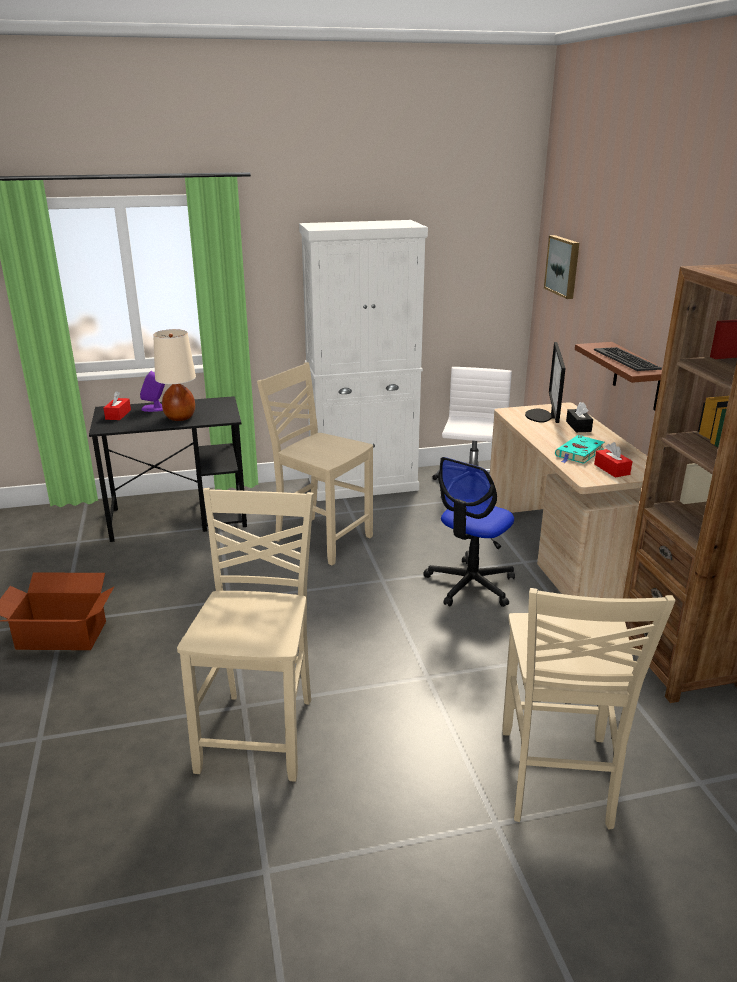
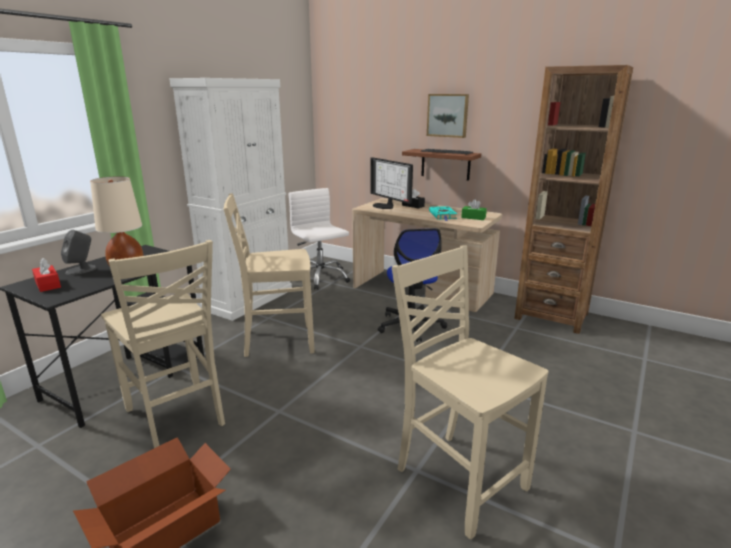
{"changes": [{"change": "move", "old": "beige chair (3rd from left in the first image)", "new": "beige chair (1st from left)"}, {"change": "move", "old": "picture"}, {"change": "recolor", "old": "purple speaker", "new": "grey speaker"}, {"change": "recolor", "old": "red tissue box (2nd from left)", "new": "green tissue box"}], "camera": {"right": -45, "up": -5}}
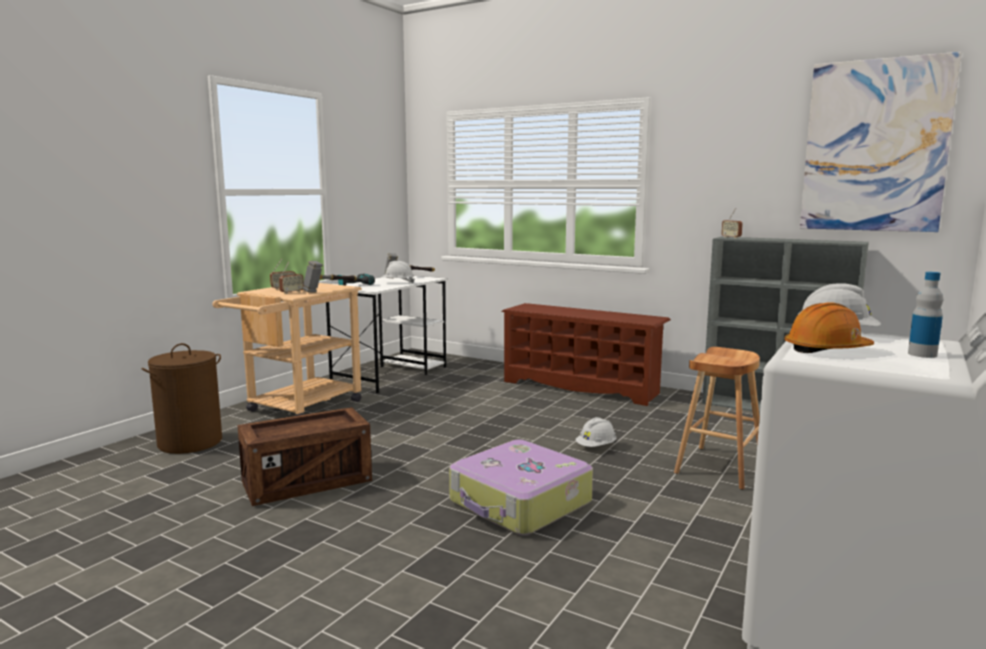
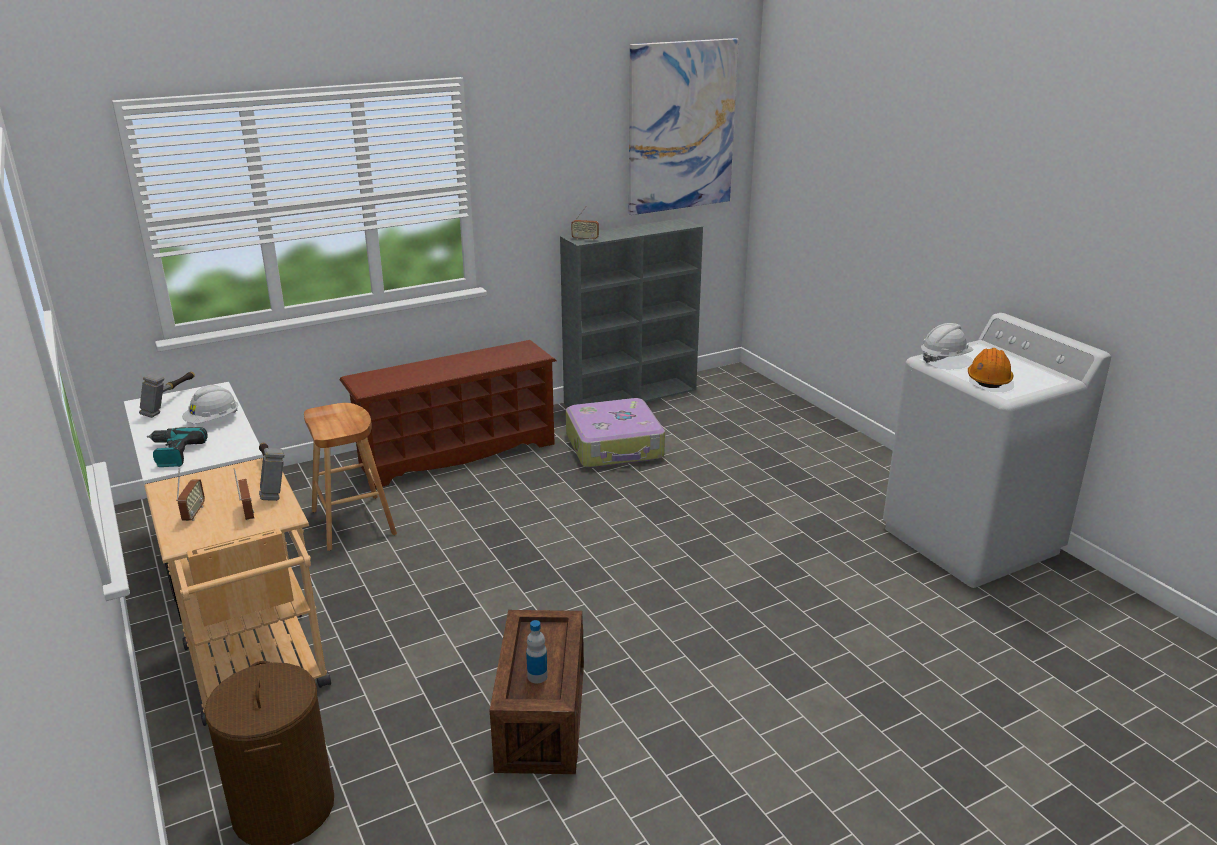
{"changes": [{"change": "delete", "old": "white hard hat (2nd from left)"}, {"change": "move", "old": "suitcase"}, {"change": "move", "old": "brown stool"}, {"change": "move", "old": "bottle"}], "camera": {"right": -60, "up": 15}}
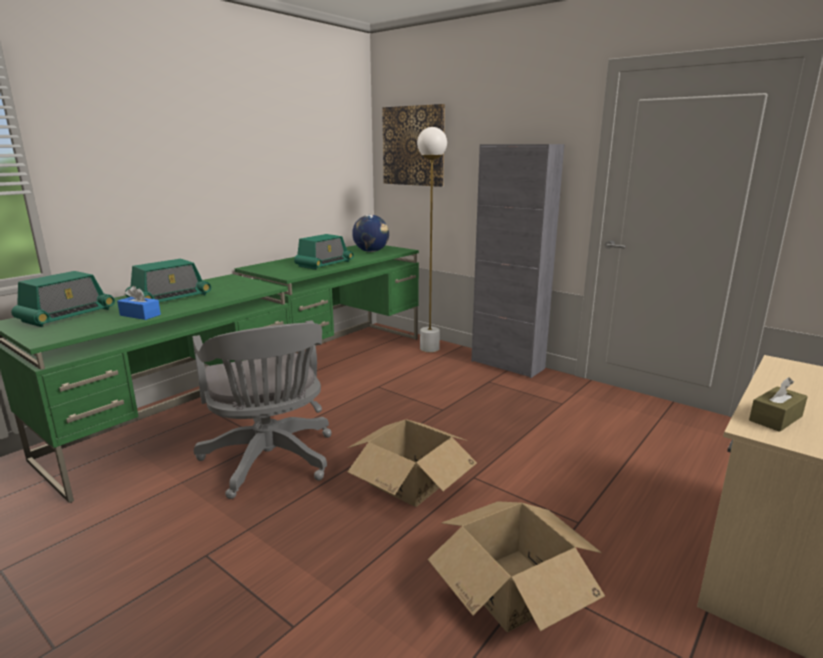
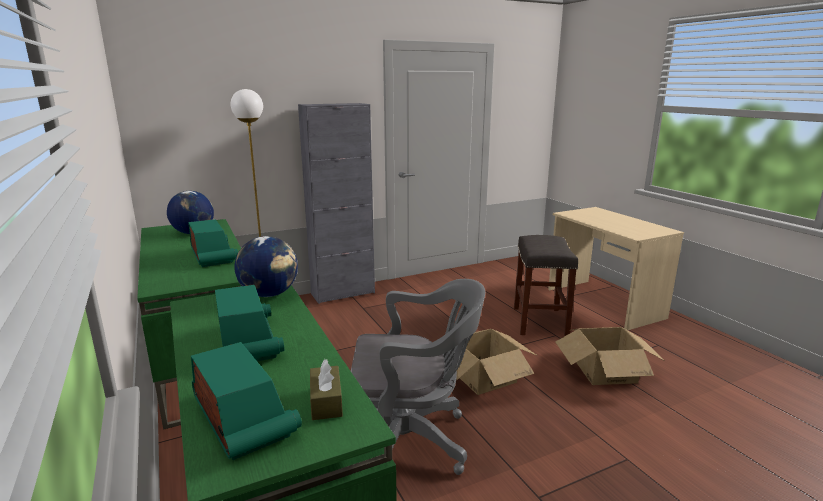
{"changes": [{"change": "delete", "old": "blue tissue box"}, {"change": "delete", "old": "picture"}, {"change": "insert", "new": "globe (2nd from left)"}, {"change": "insert", "new": "grey stool"}, {"change": "move", "old": "brown tissue box"}], "camera": {"right": -65, "up": 0}}
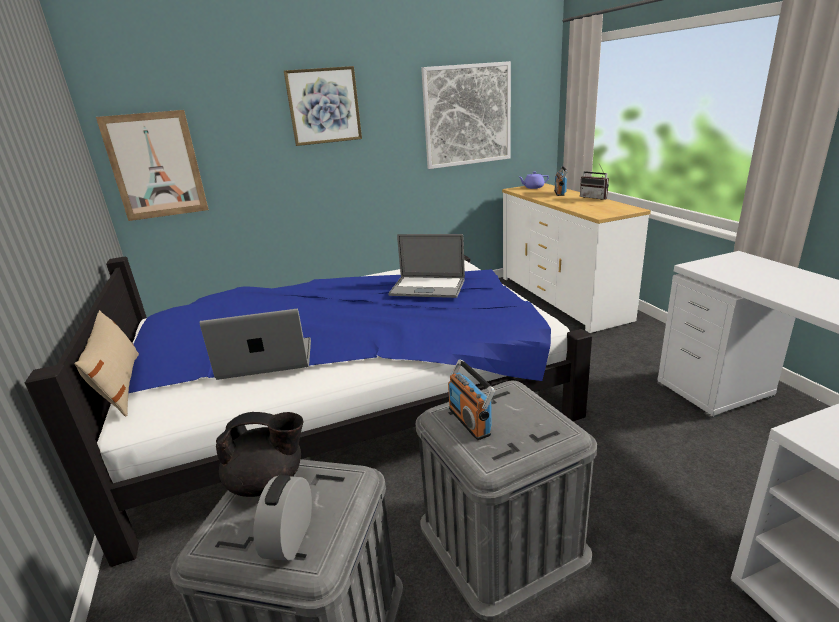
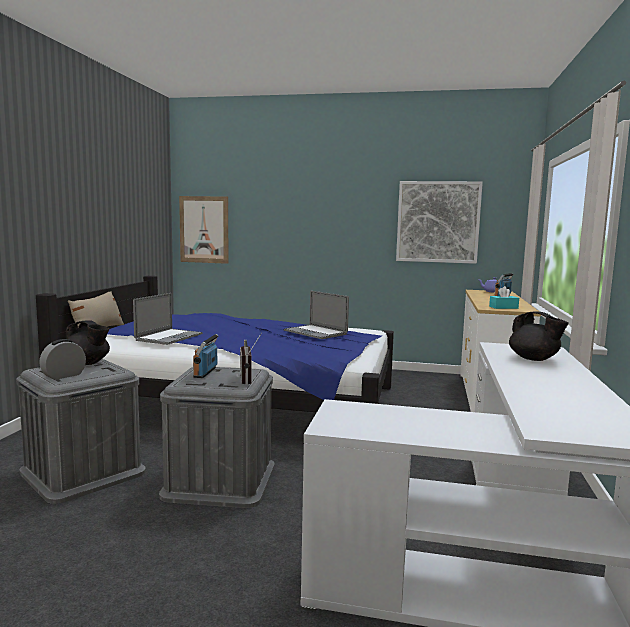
{"changes": [{"change": "delete", "old": "picture (2nd from left)"}, {"change": "insert", "new": "turquoise tissue box"}, {"change": "insert", "new": "black teapot (2nd from left)"}, {"change": "move", "old": "radio (3rd from left in the first image)", "new": "radio (2nd from left)"}, {"change": "rotate", "old": "laptop (1st from left)", "degrees": 90}], "camera": {"right": 30, "up": -15}}
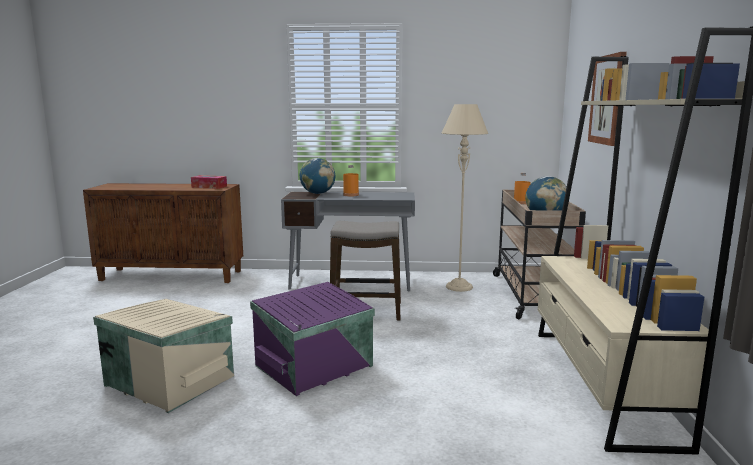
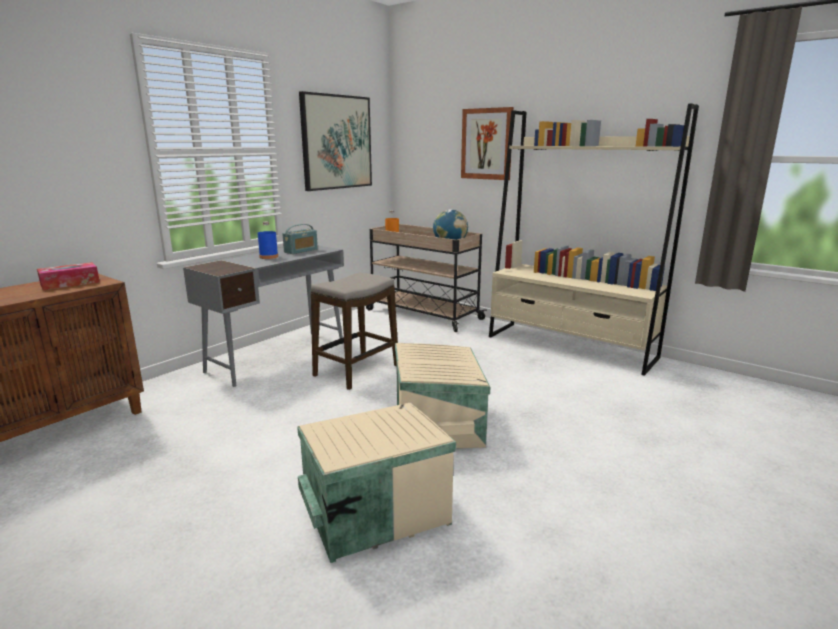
{"changes": [{"change": "delete", "old": "globe (1st from left)"}, {"change": "delete", "old": "beige floor lamp"}, {"change": "insert", "new": "radio"}, {"change": "insert", "new": "picture (1st from left)"}, {"change": "recolor", "old": "purple storage box", "new": "beige storage box (2nd from left)"}, {"change": "recolor", "old": "orange bottle (1st from left)", "new": "blue bottle"}], "camera": {"right": -55, "up": 5}}
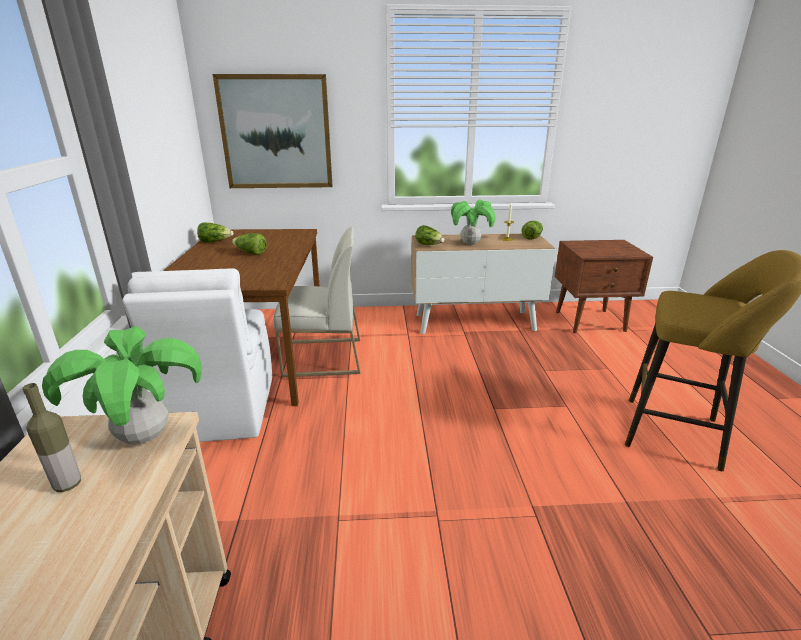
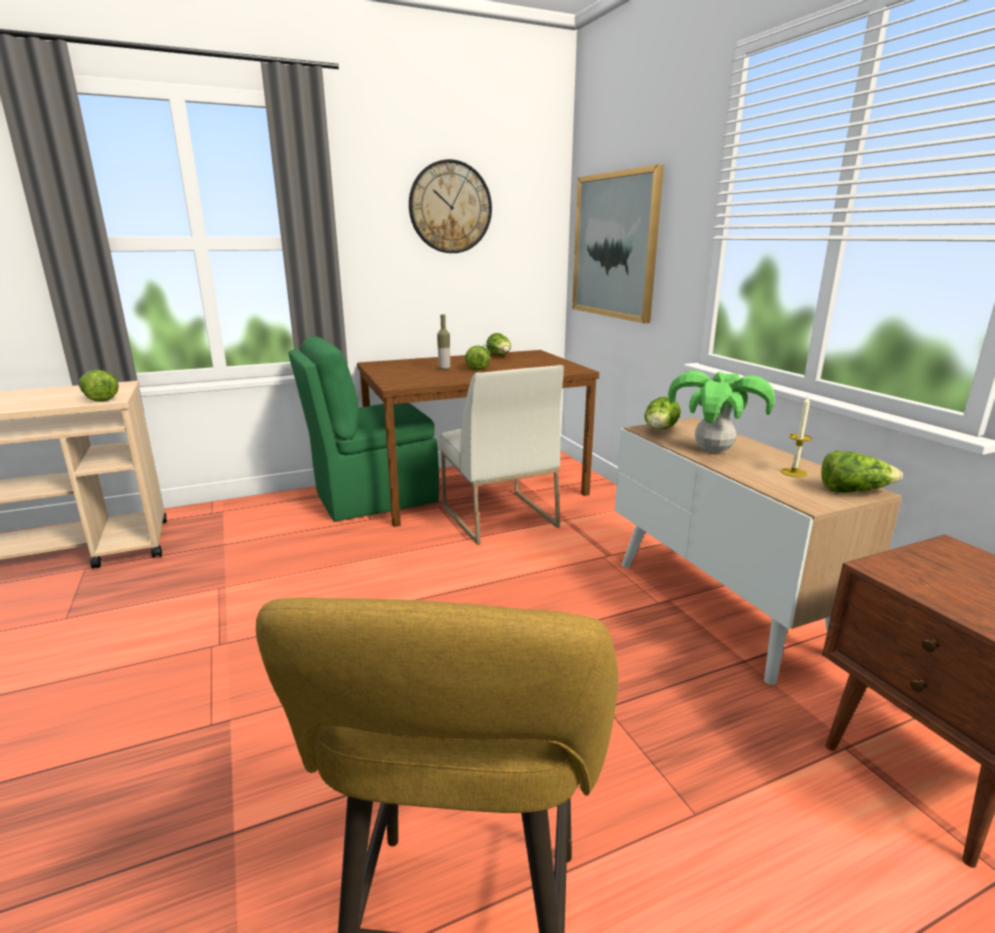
{"changes": [{"change": "insert", "new": "wall clock"}, {"change": "move", "old": "bottle"}, {"change": "replace", "old": "potted plant (1st from left)", "new": "lettuce (1st from left)"}, {"change": "recolor", "old": "white chair (1st from left)", "new": "green chair"}], "camera": {"right": 70, "up": -5}}
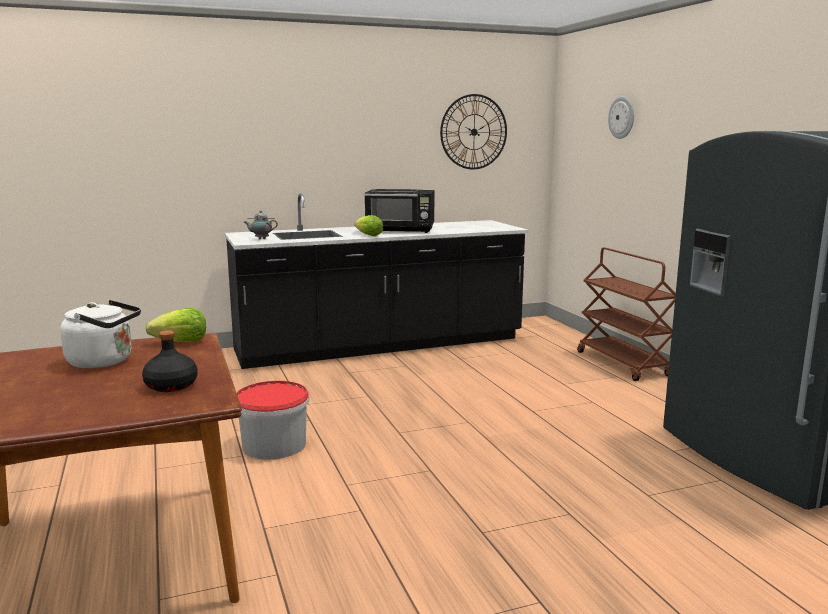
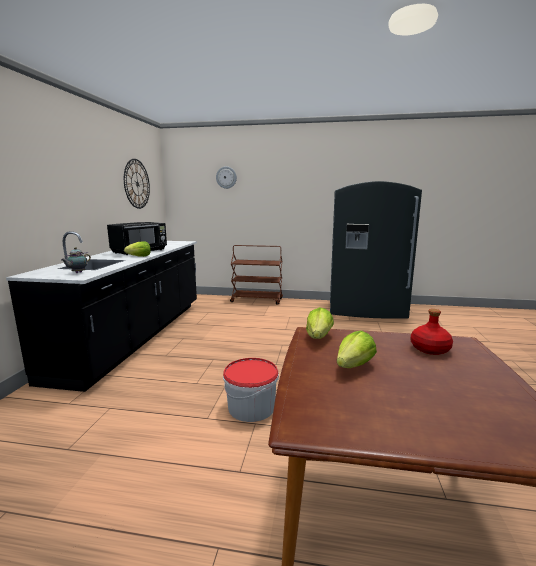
{"changes": [{"change": "replace", "old": "white kettle", "new": "lettuce (3rd from left)"}, {"change": "recolor", "old": "black bottle", "new": "red bottle"}], "camera": {"right": -60, "up": 0}}
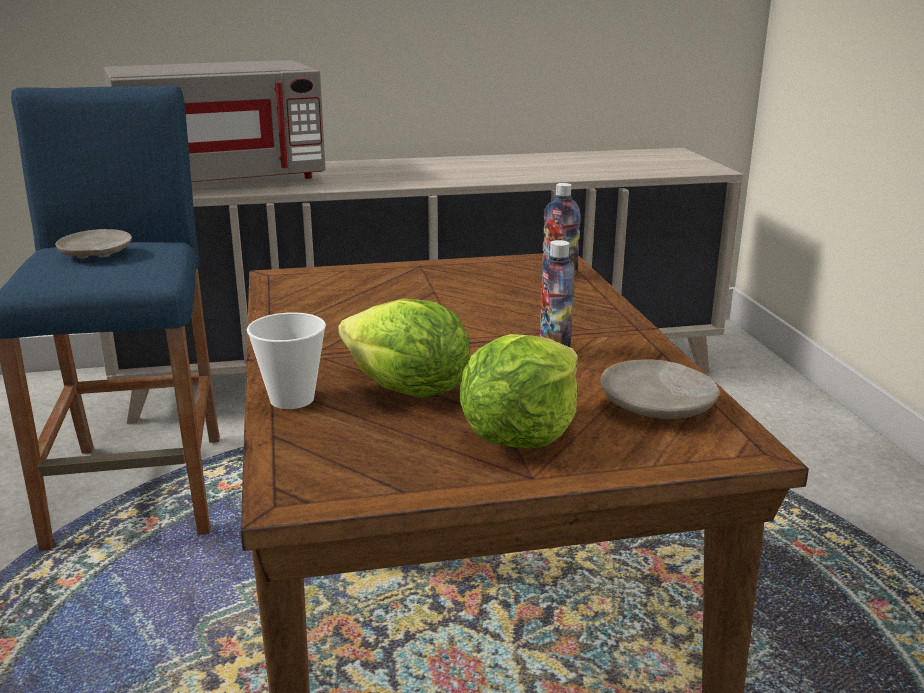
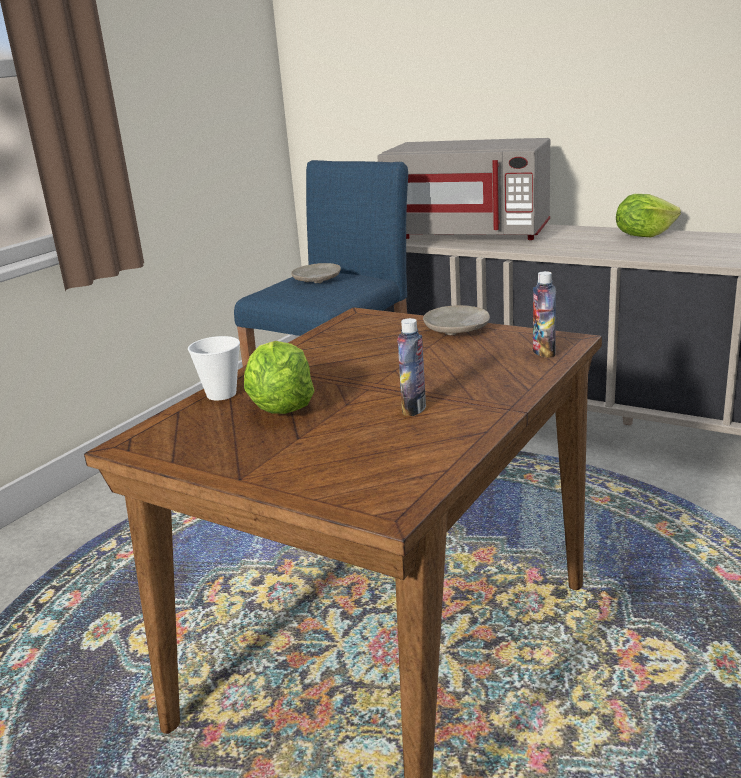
{"changes": [{"change": "move", "old": "lettuce (2nd from left)"}, {"change": "move", "old": "beige plate (2nd from left)"}], "camera": {"right": 45, "up": 0}}
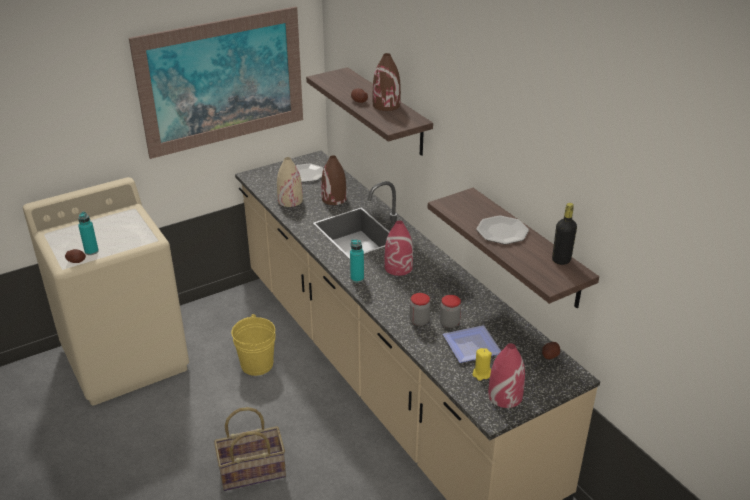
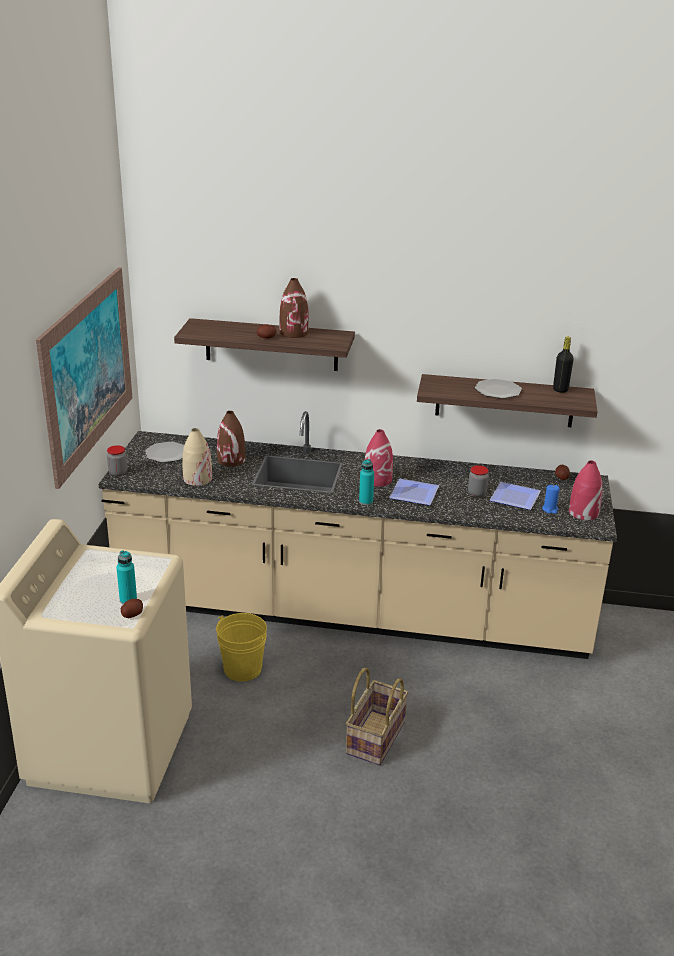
{"changes": [{"change": "insert", "new": "plate (2nd from left)"}, {"change": "move", "old": "jar (1st from left)"}, {"change": "recolor", "old": "yellow candle", "new": "blue candle"}], "camera": {"right": -50, "up": -5}}
